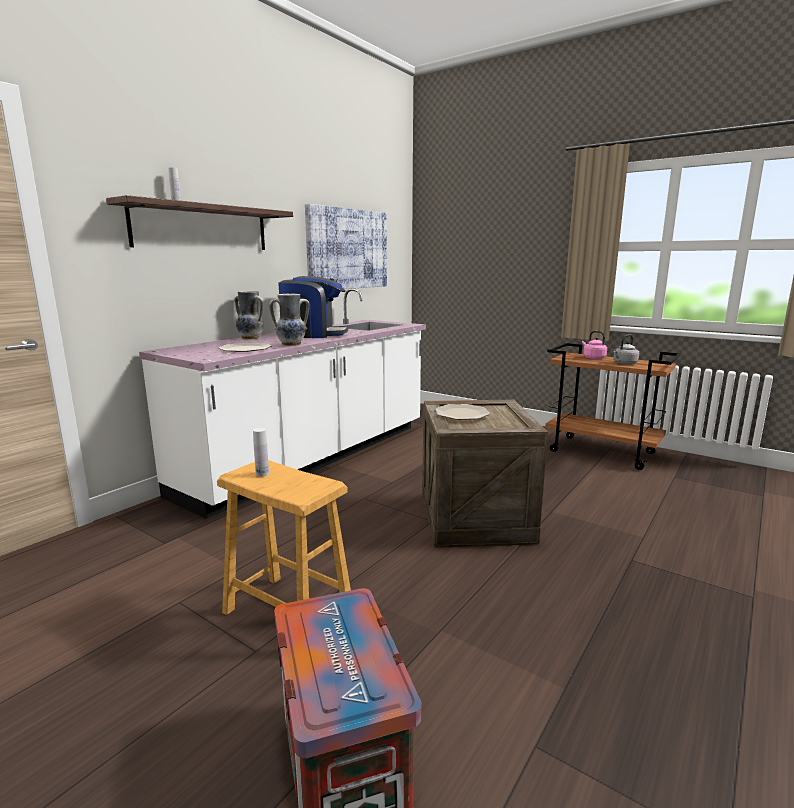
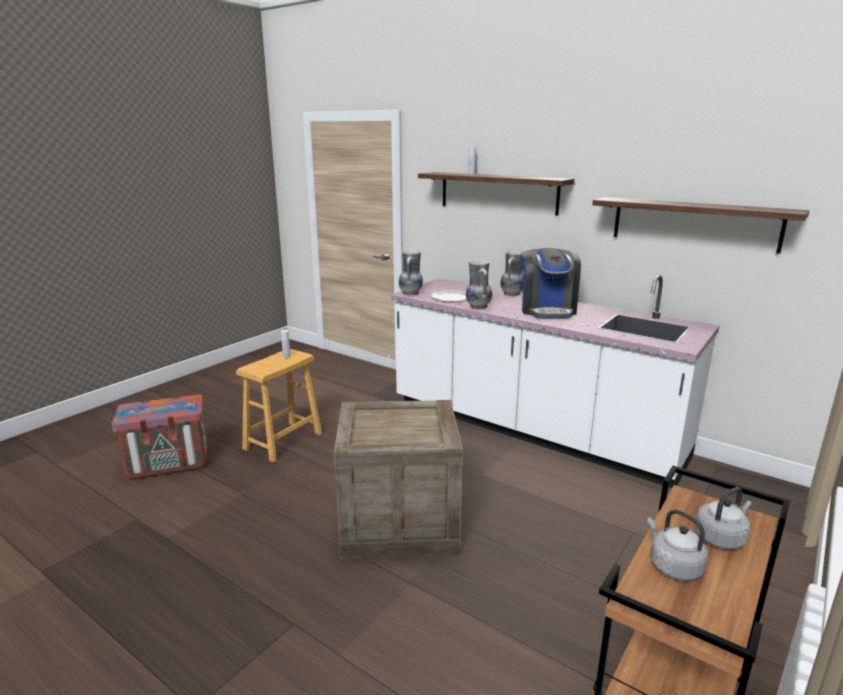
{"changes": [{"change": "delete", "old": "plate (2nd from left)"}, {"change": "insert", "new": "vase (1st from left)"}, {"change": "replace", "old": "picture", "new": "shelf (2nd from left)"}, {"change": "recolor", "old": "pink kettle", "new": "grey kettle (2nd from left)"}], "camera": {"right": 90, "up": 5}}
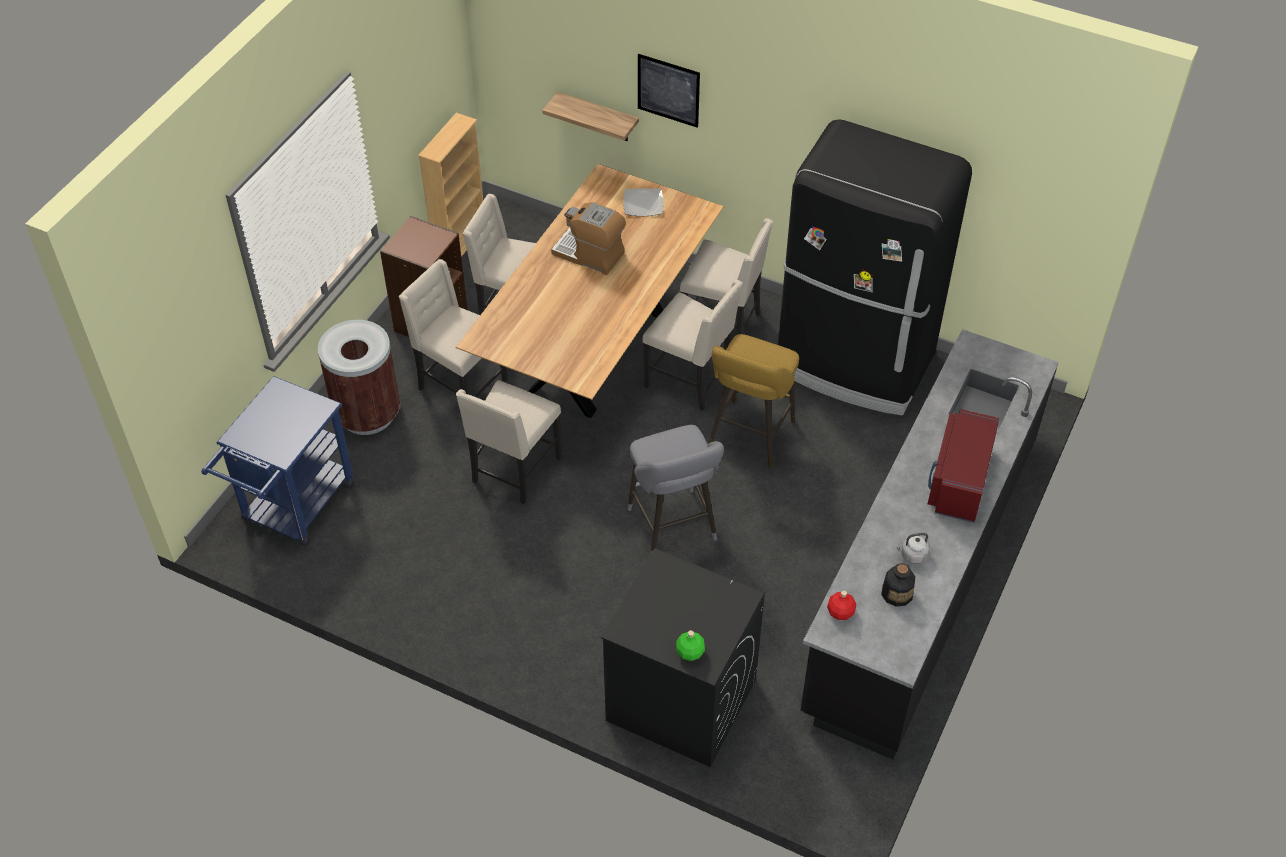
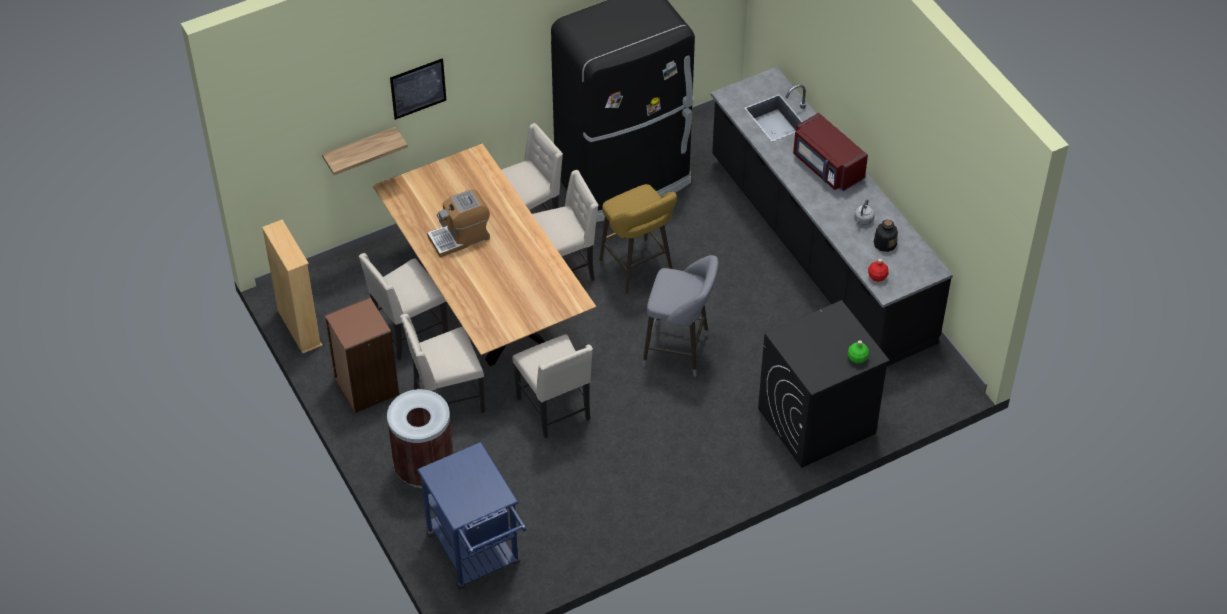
{"changes": [{"change": "delete", "old": "plate"}], "camera": {"right": -55, "up": 0}}
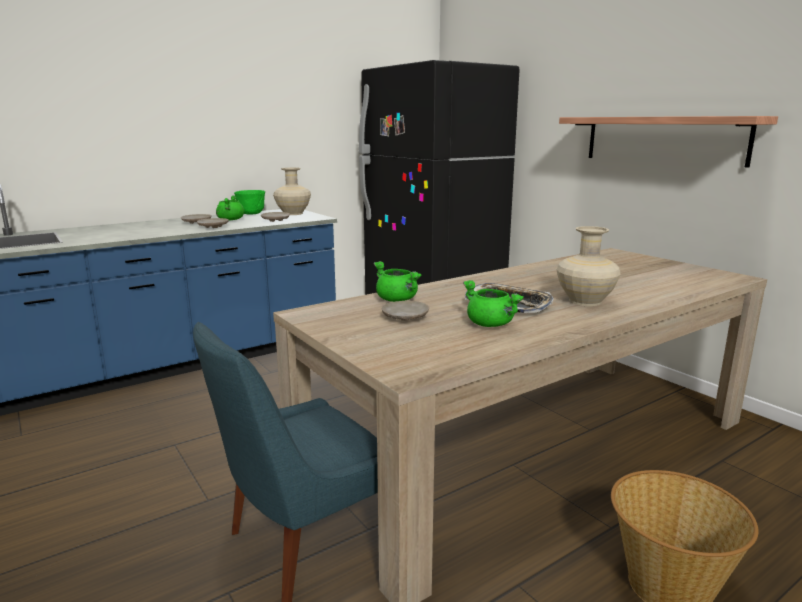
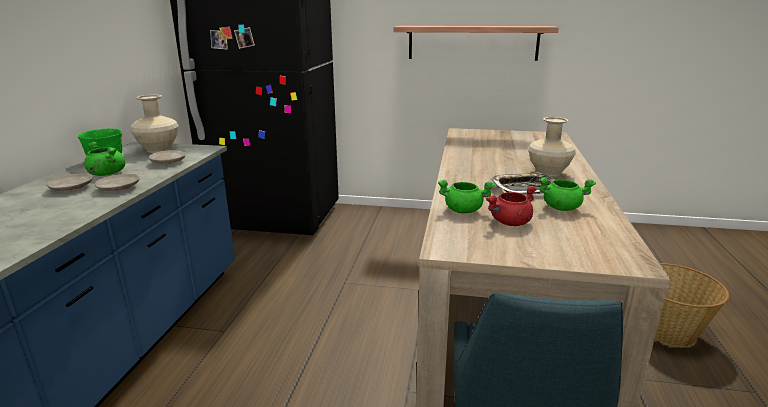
{"changes": [{"change": "replace", "old": "beige plate (4th from left)", "new": "red cooking pot"}], "camera": {"right": -45, "up": 5}}
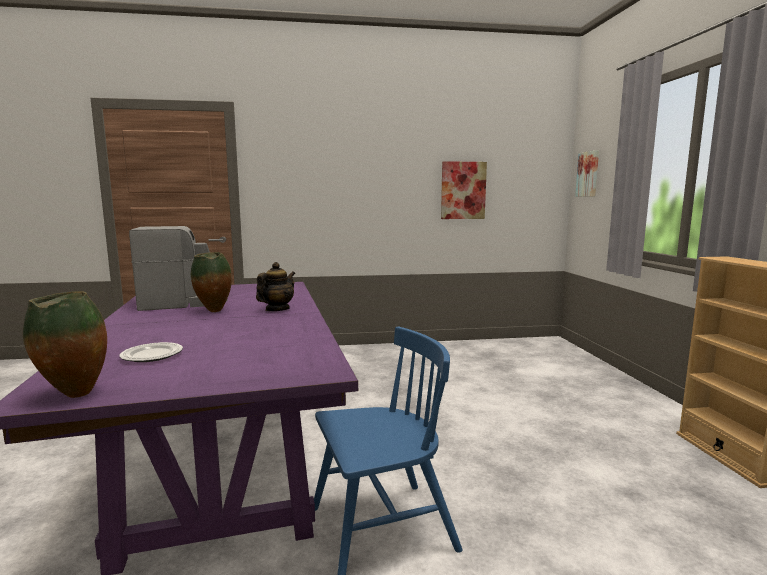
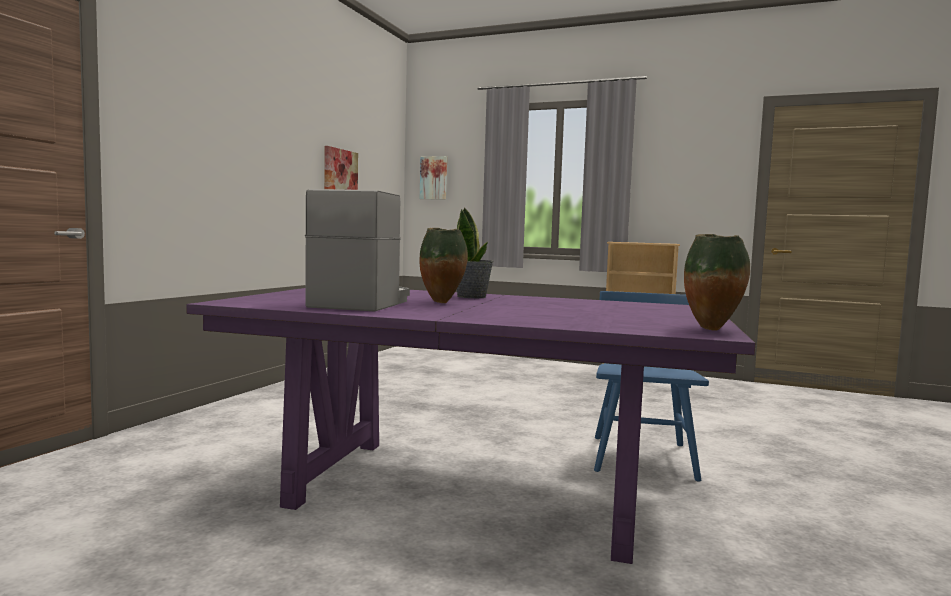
{"changes": [{"change": "delete", "old": "plate"}, {"change": "replace", "old": "teapot", "new": "potted plant"}], "camera": {"right": -60, "up": -5}}
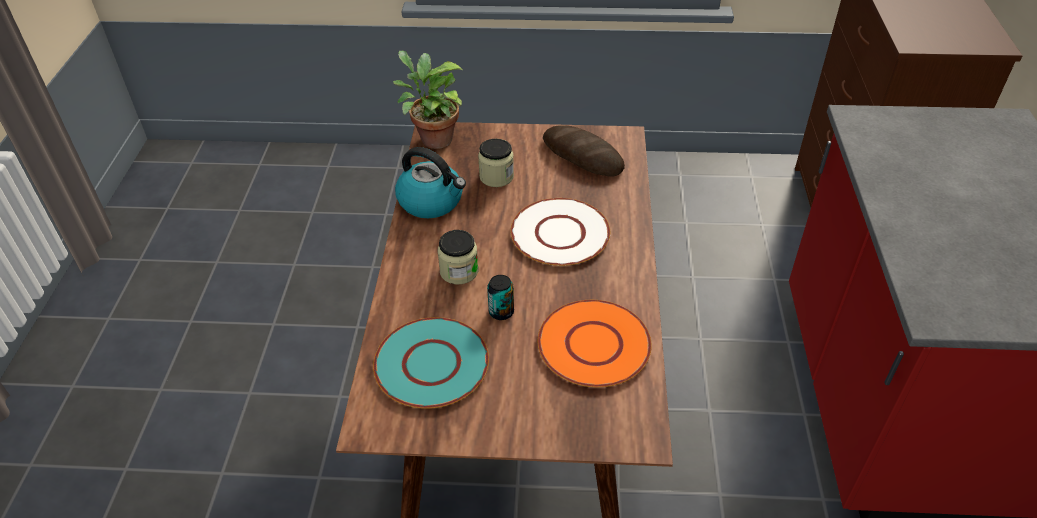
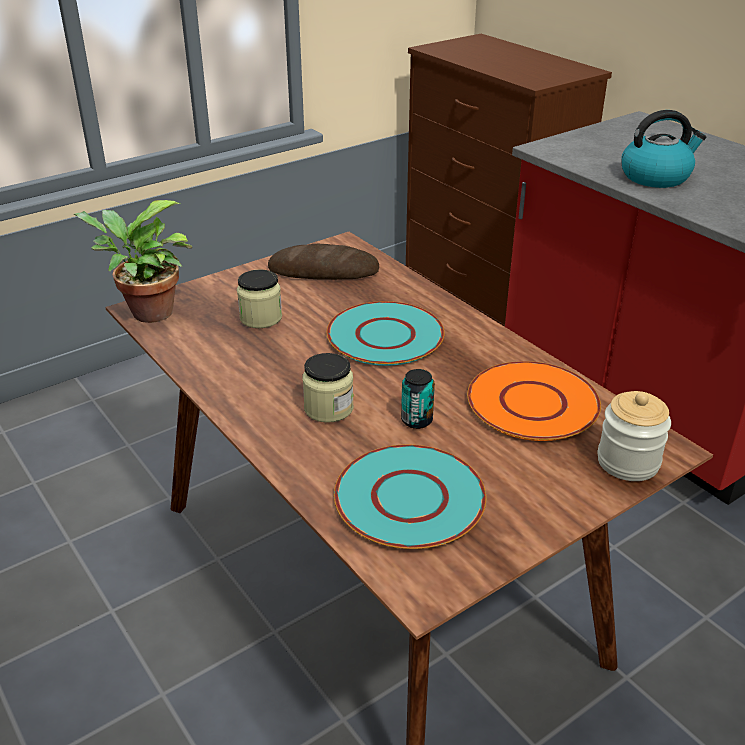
{"changes": [{"change": "insert", "new": "jar (3rd from left)"}, {"change": "move", "old": "kettle"}, {"change": "recolor", "old": "white plate", "new": "turquoise plate (1st from left)"}], "camera": {"right": -40, "up": -10}}
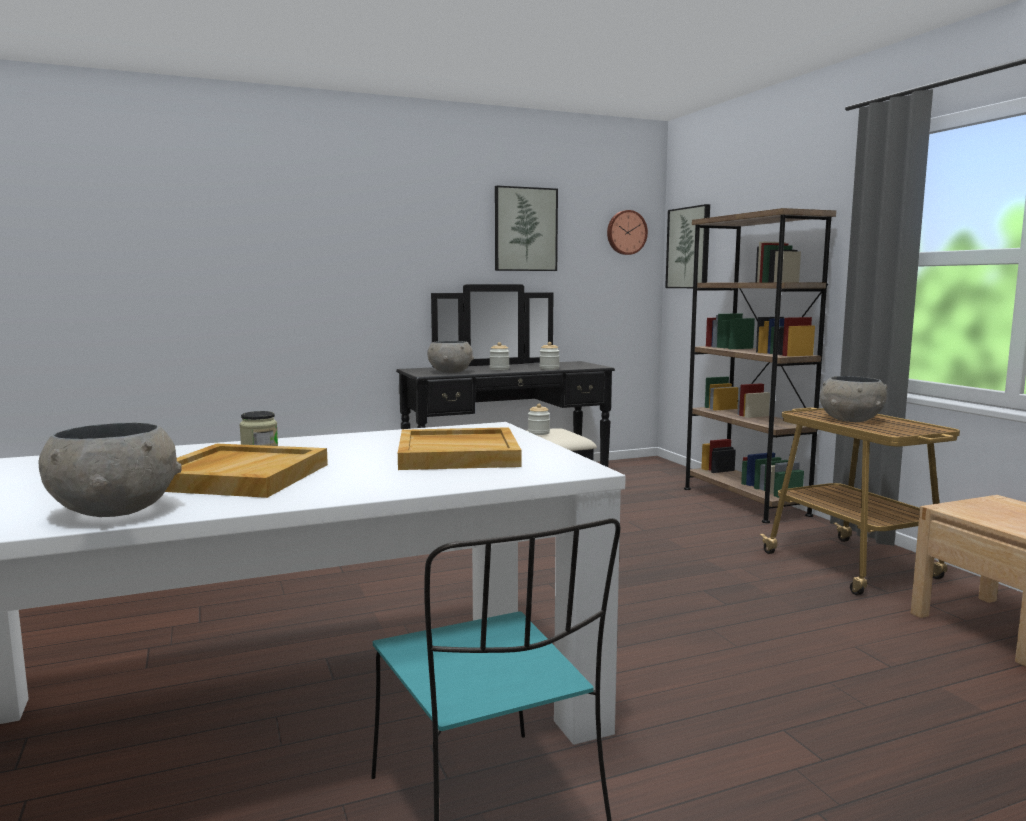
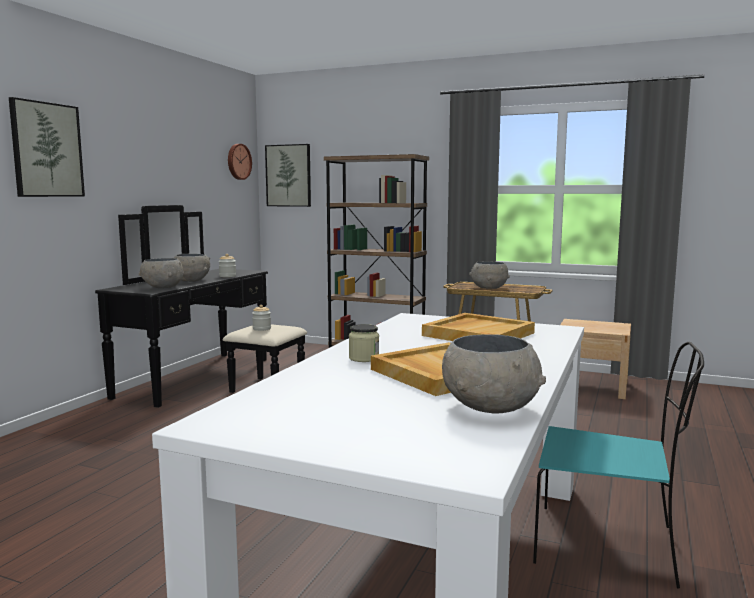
{"changes": [{"change": "move", "old": "picture (1st from left)"}, {"change": "replace", "old": "jar (2nd from left)", "new": "grey bowl (2nd from left)"}], "camera": {"right": -45, "up": 0}}
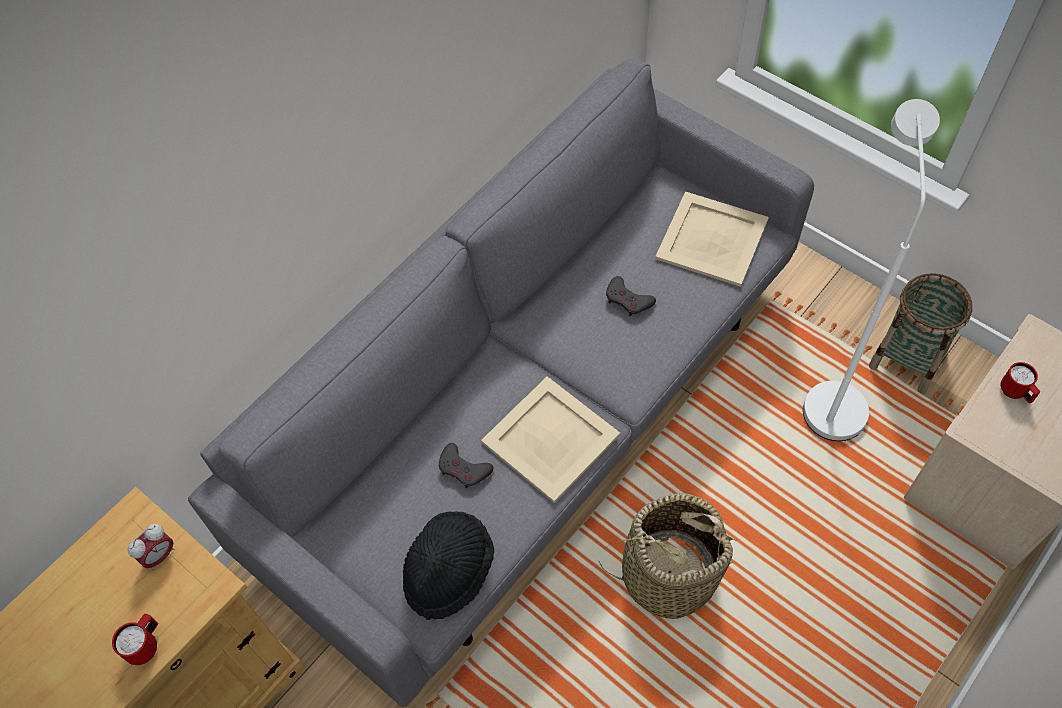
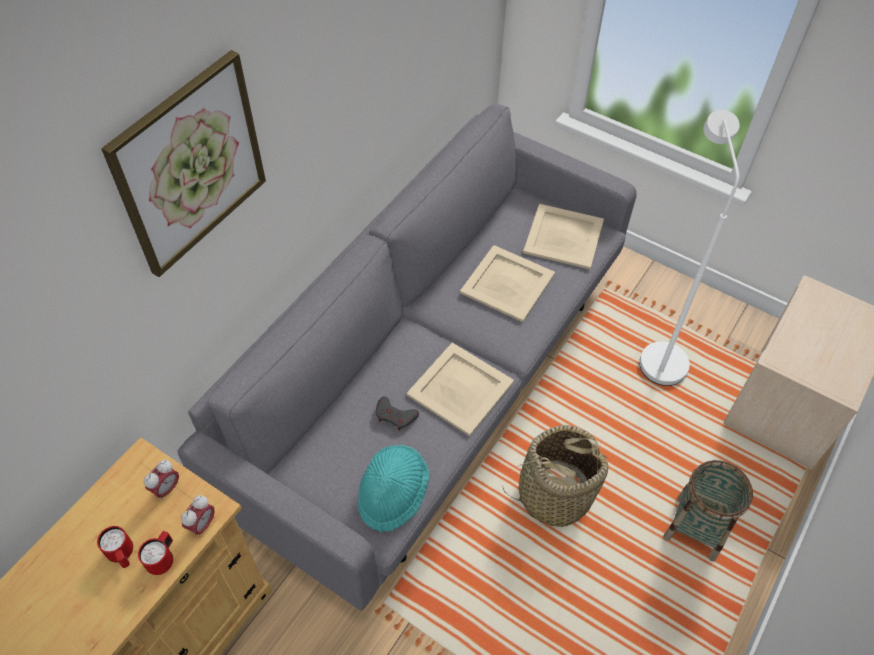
{"changes": [{"change": "insert", "new": "picture"}, {"change": "insert", "new": "alarm clock (2nd from left)"}, {"change": "move", "old": "basket (2nd from left)"}, {"change": "move", "old": "red mug (2nd from left in the first image)", "new": "red mug (1st from left)"}, {"change": "replace", "old": "grey game controller (2nd from left)", "new": "beige tray (2nd from left)"}, {"change": "recolor", "old": "black hat", "new": "turquoise hat"}], "camera": {"right": -10, "up": -5}}
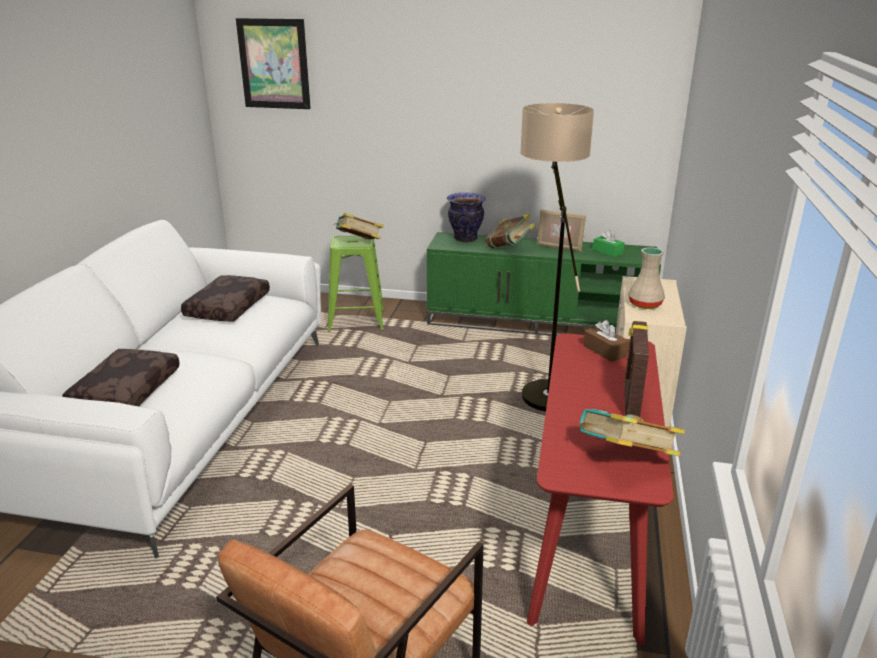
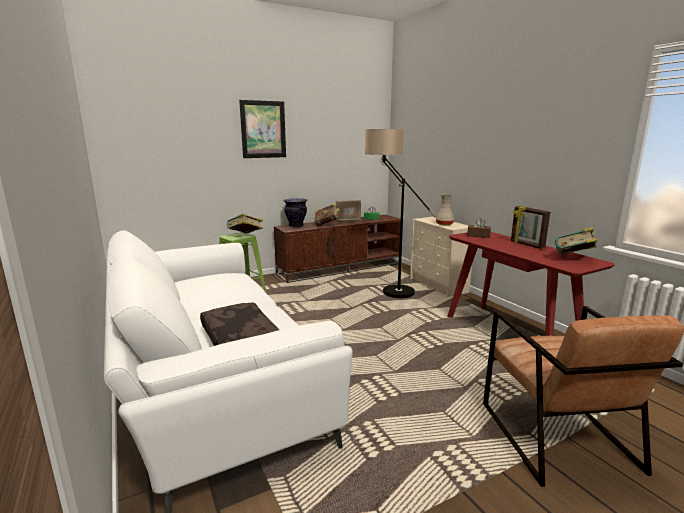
{"changes": [{"change": "delete", "old": "brown pillow (2nd from left)"}, {"change": "move", "old": "picture"}, {"change": "recolor", "old": "green tv stand", "new": "brown tv stand"}], "camera": {"right": -40, "up": -10}}
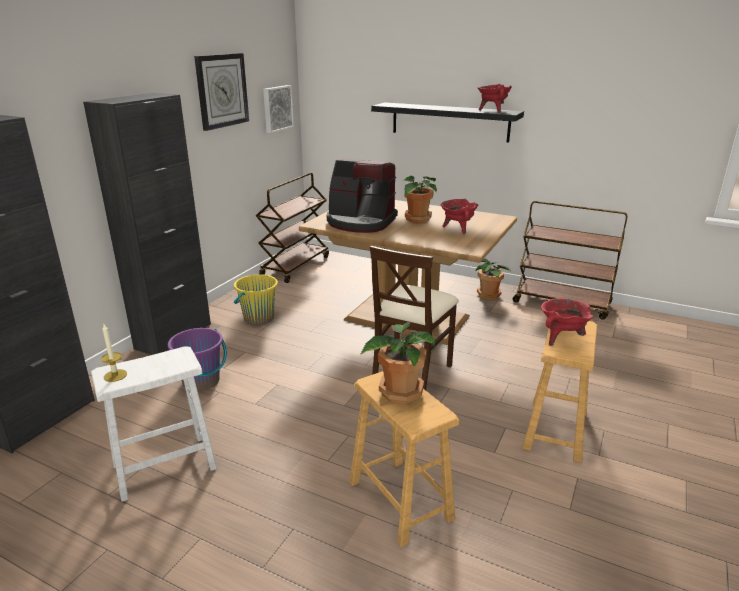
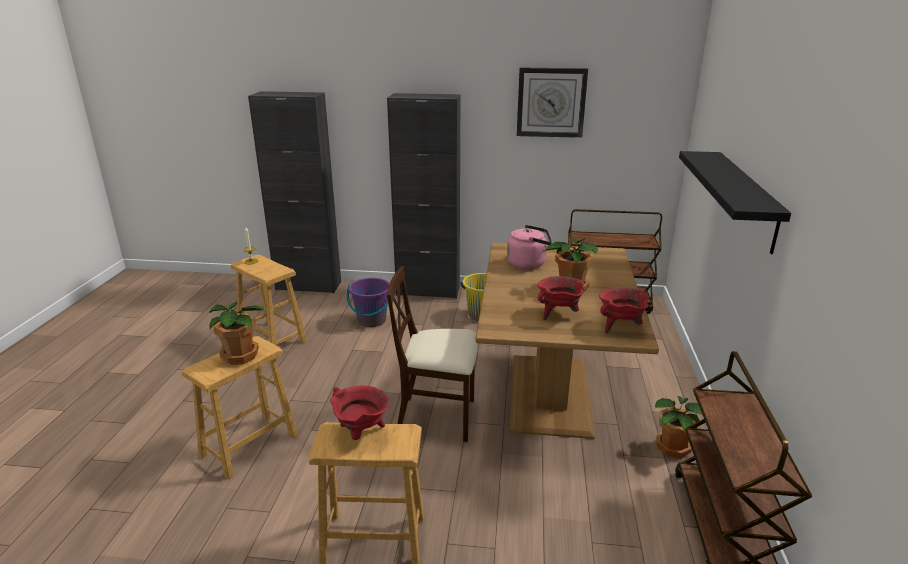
{"changes": [{"change": "delete", "old": "picture"}, {"change": "move", "old": "red cooking pot (2nd from left in the first image)", "new": "red cooking pot (3rd from left)"}, {"change": "replace", "old": "coffee machine", "new": "pink kettle"}, {"change": "recolor", "old": "white stool", "new": "brown stool (2nd from left)"}], "camera": {"right": 70, "up": 0}}
